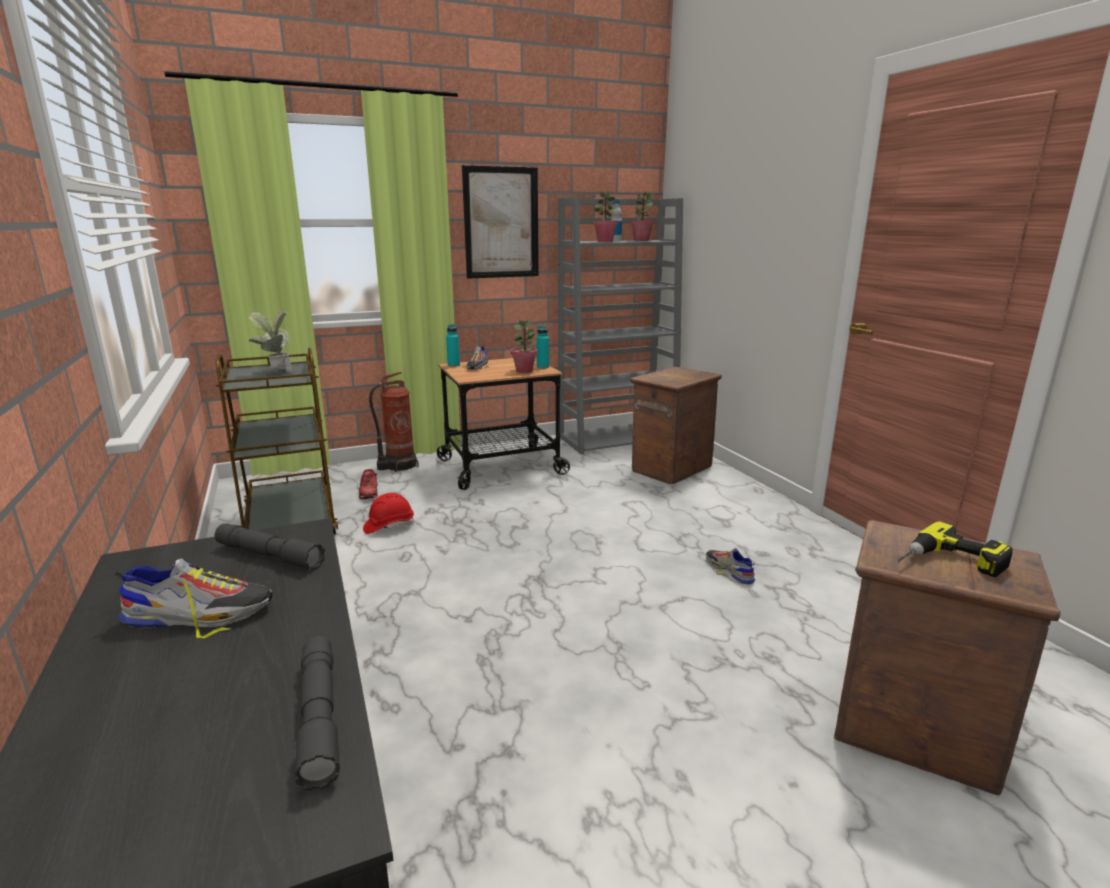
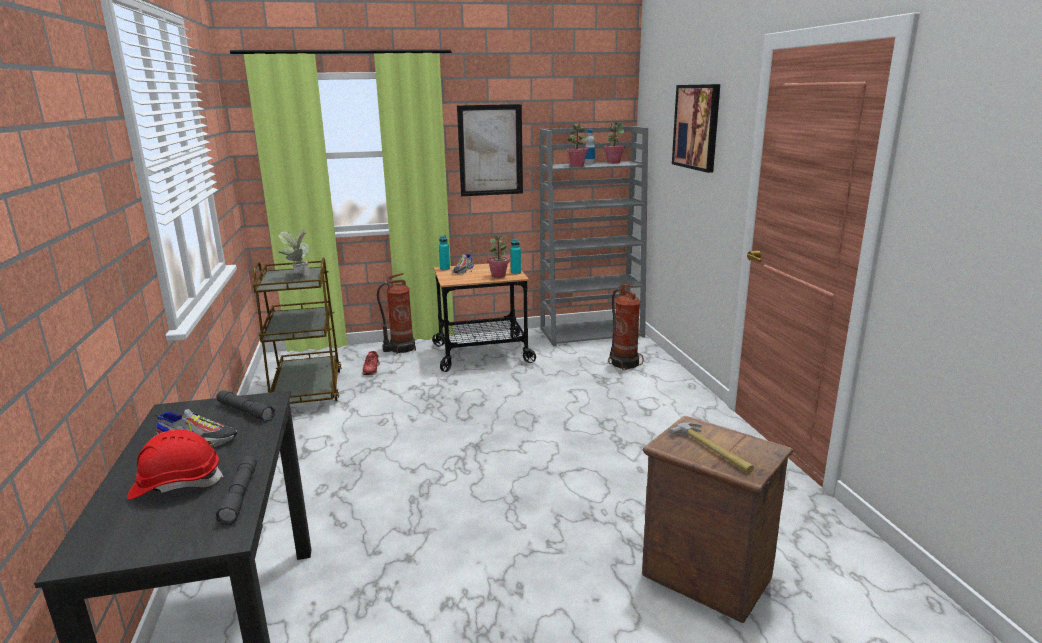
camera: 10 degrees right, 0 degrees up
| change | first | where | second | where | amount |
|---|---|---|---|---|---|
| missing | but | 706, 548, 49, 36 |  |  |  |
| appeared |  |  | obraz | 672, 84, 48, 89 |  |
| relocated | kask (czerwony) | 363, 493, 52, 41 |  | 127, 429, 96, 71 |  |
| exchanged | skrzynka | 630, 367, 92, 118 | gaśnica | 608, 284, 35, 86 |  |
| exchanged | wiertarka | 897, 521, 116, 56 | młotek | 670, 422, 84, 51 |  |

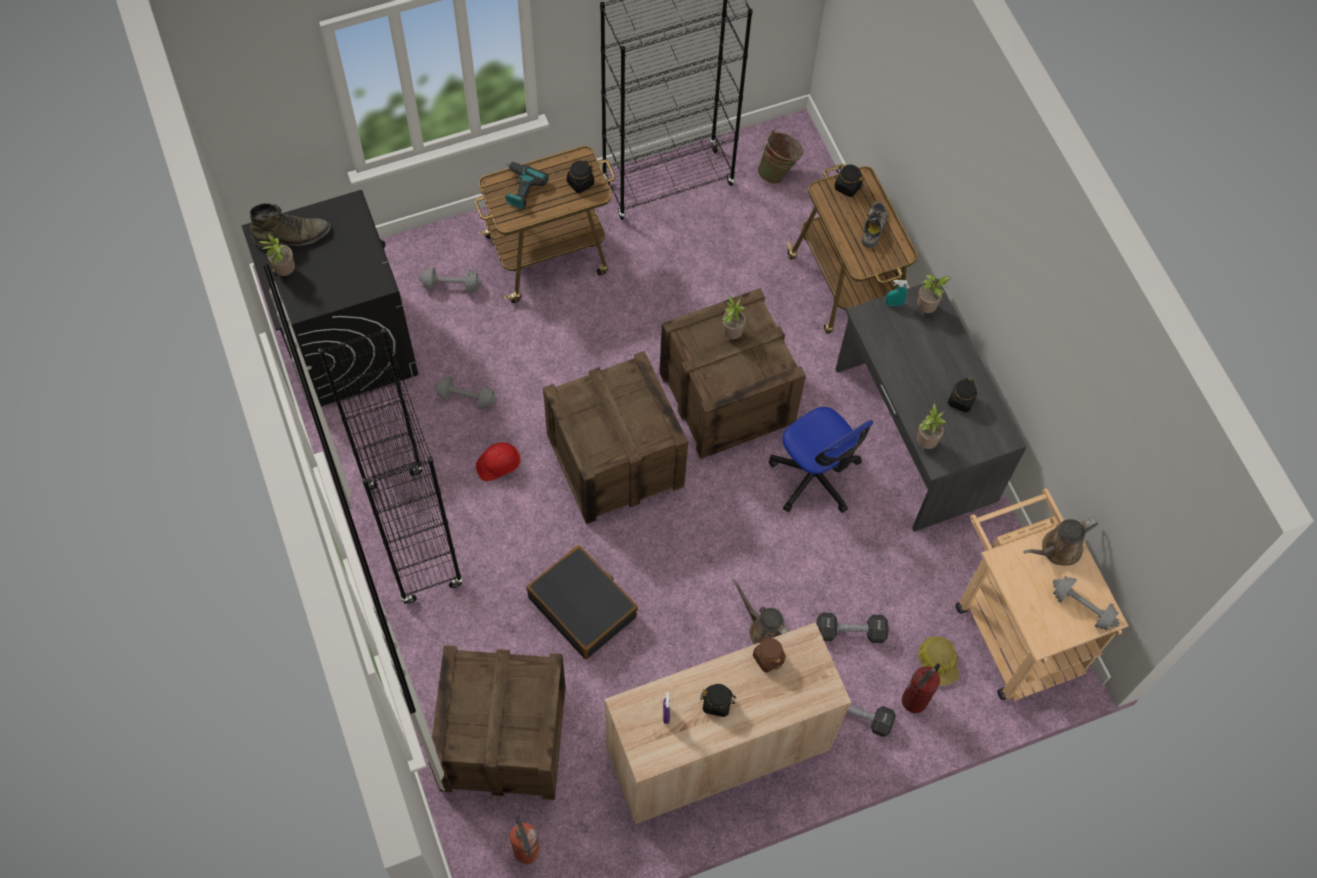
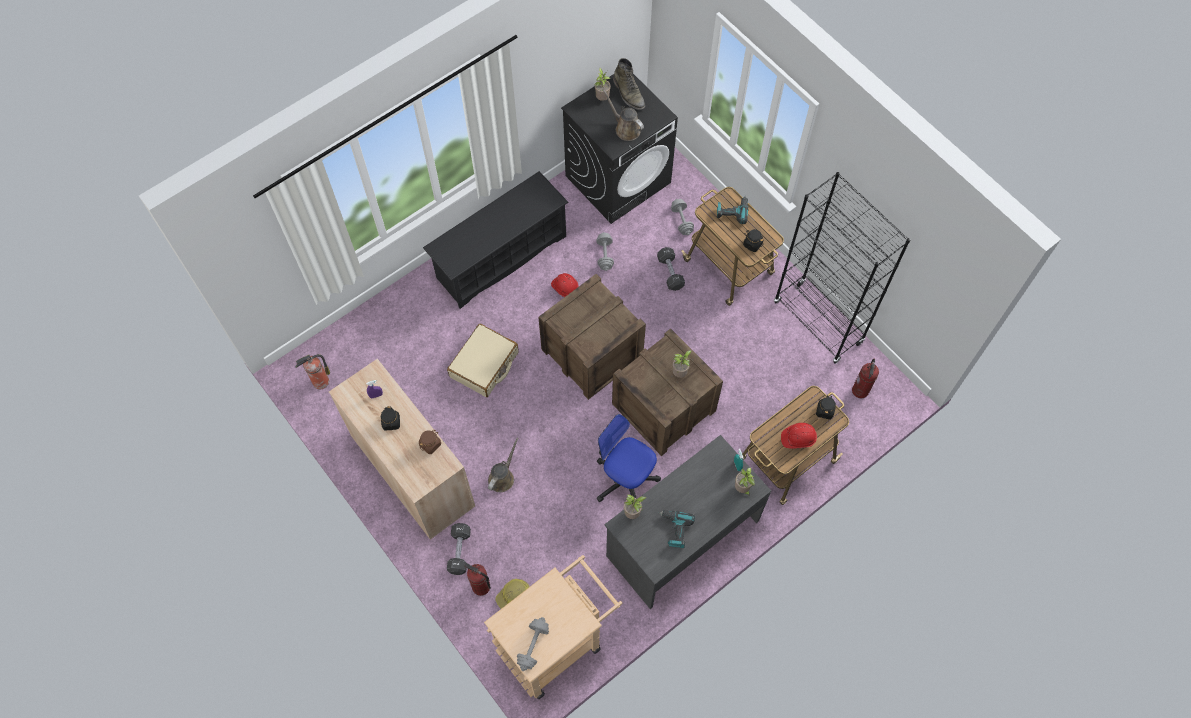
camera: 75 degrees right, 0 degrees up
| change | first | where | second | where | amount |
|---|---|---|---|---|---|
| missing | skrzynka | 429, 645, 137, 155 |  |  |  |
| relocated | hantel (czarny) | 816, 613, 72, 30 |  | 657, 247, 28, 44 |  |
| relocated | konewka (brązowy) | 1024, 517, 74, 49 |  | 603, 89, 41, 52 |  |
| exchanged | regał (czarny) | 318, 328, 145, 277 | regał na buty (czarny) | 423, 171, 146, 138 |  |
| exchanged | wiadro (zielony) | 757, 130, 46, 54 | gaśnica | 852, 359, 27, 39 |  |
| exchanged | but | 861, 201, 26, 47 | kask (czerwony) | 781, 423, 36, 26 |  |
| exchanged | słoik (czarny) | 948, 378, 29, 35 | wiertarka | 659, 510, 36, 38 |  |
| colour | walizka (czarny) | 526, 545, 112, 114 | walizka (beżowy) | 447, 324, 72, 73 |  |
| spun | krzesło biurowe | 769, 407, 104, 106 |  | 597, 414, 64, 88 | 90 degrees clockwise |

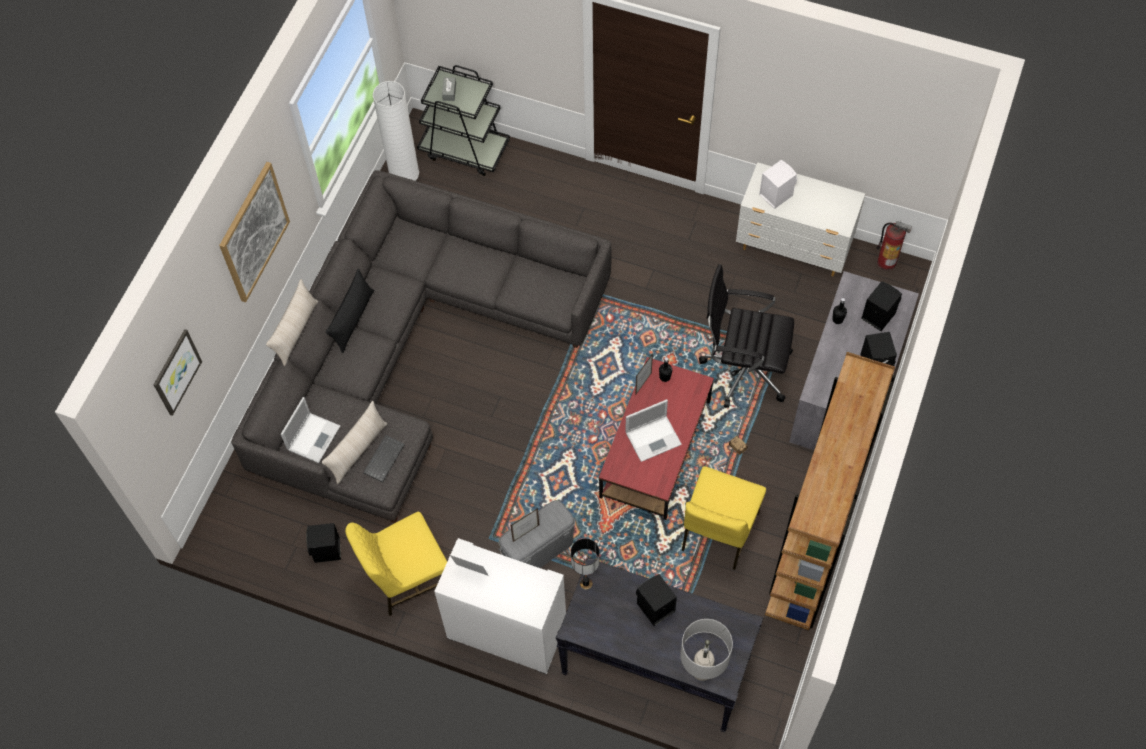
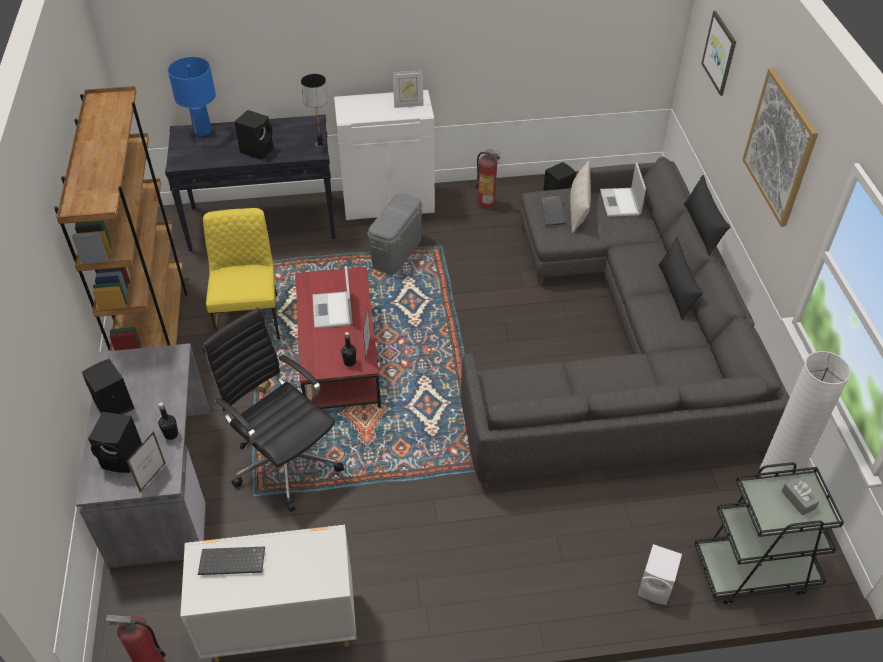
camera: 150 degrees right, 15 degrees down
| change | first | where | second | where | amount |
|---|---|---|---|---|---|
| appeared |  |  | klawiatura | 198, 547, 67, 28 |  |
| relocated | ramka na zdjęcie | 510, 508, 29, 34 |  | 127, 431, 38, 61 |  |
| relocated | głośnik (biały) | 759, 160, 38, 49 |  | 638, 544, 44, 61 |  |
| exchanged | krzesło (żółty) | 345, 511, 102, 105 | gaśnica | 475, 150, 25, 60 |  |
| colour | poduszka (beżowy) | 266, 279, 52, 87 | poduszka (czarny) | 684, 175, 46, 81 |  |
| colour | lampa stołowa (szary) | 680, 619, 53, 62 | lampa stołowa (niebieski) | 168, 57, 48, 80 |  |
| spun | laptop | 625, 399, 57, 63 |  | 313, 266, 39, 63 | 45 degrees counterclockwise |
| spun | krzesło biurowe (czarny) | 699, 264, 95, 144 |  | 202, 308, 142, 204 | 120 degrees counterclockwise |

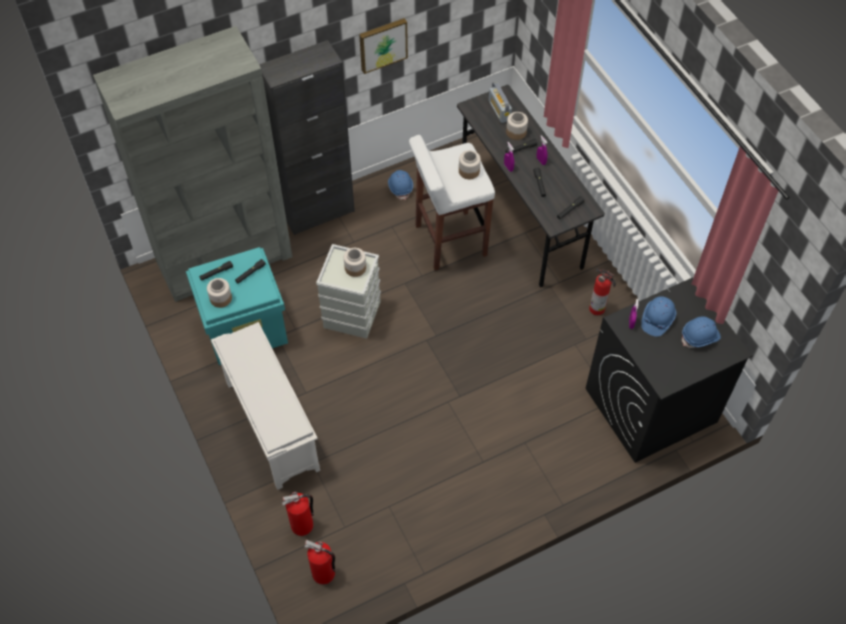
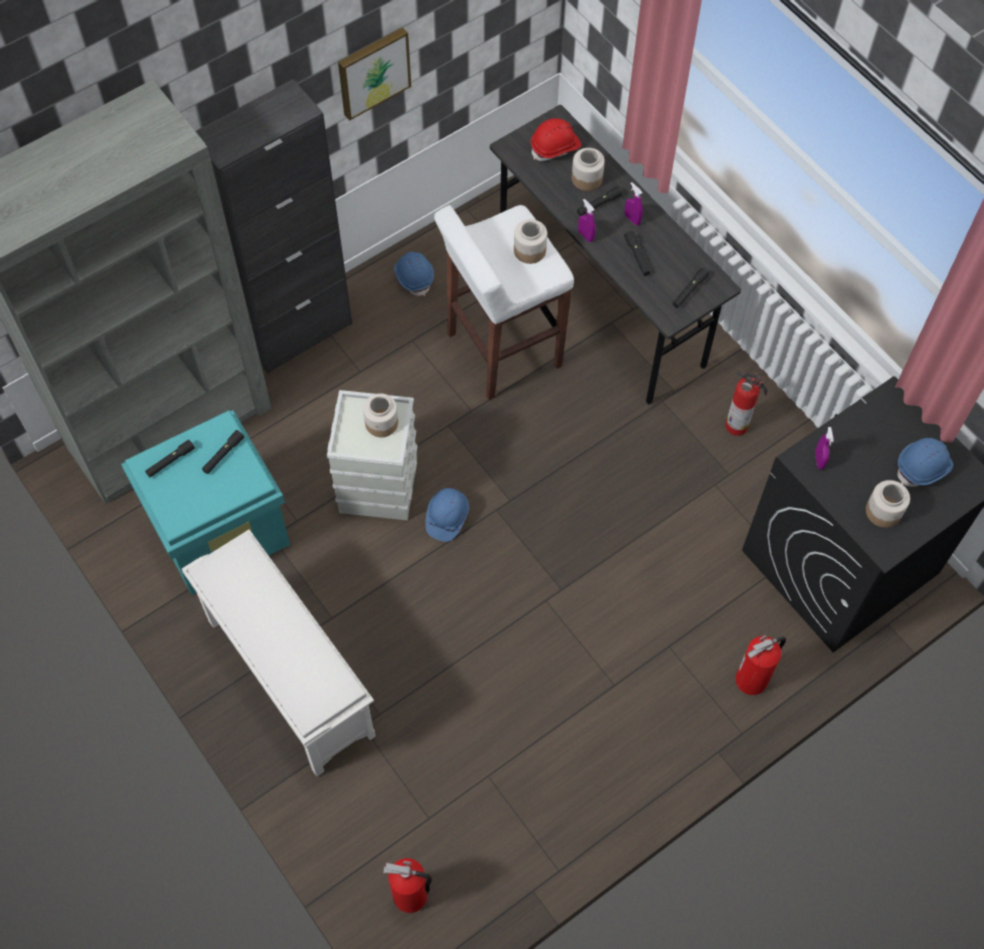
camera: 10 degrees left, 5 degrees up
| change | first | where | second | where | amount |
|---|---|---|---|---|---|
| relocated | słoik | 207, 278, 25, 30 |  | 866, 480, 44, 48 |  |
| relocated | gaśnica | 282, 492, 31, 44 |  | 735, 636, 51, 59 |  |
| relocated | kask (niebieski) | 641, 296, 35, 40 |  | 426, 488, 43, 54 |  |
| exchanged | radio | 489, 82, 23, 41 | kask (czerwony) | 531, 118, 50, 43 |  |

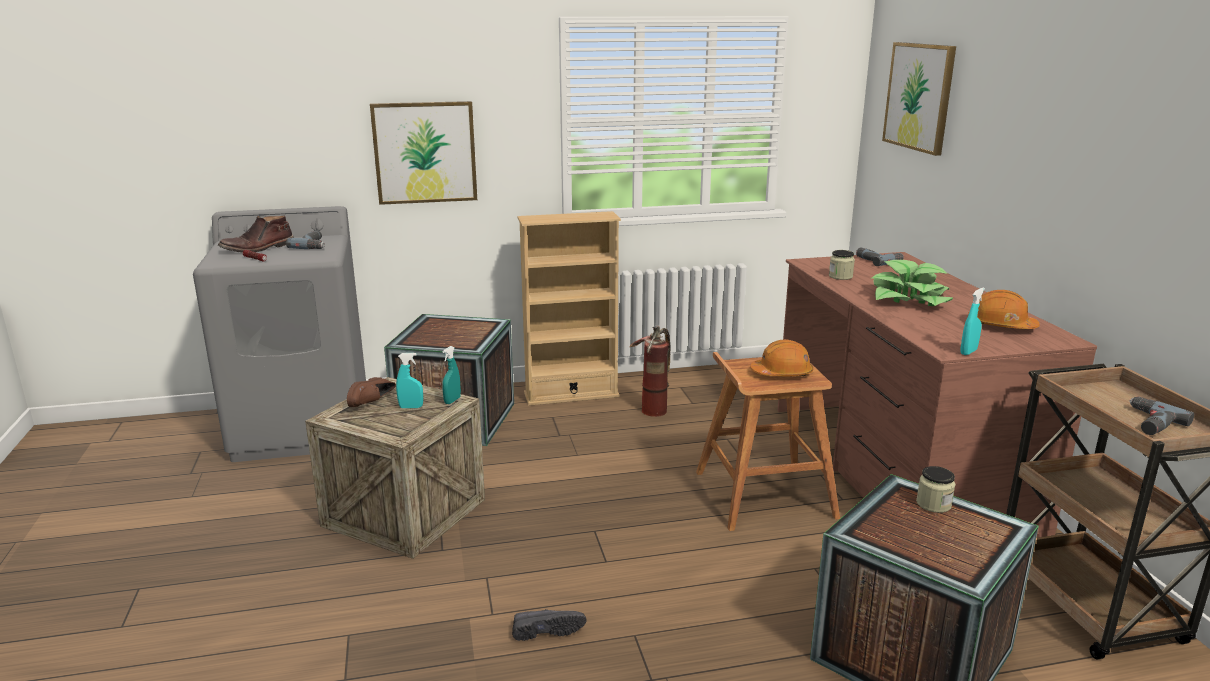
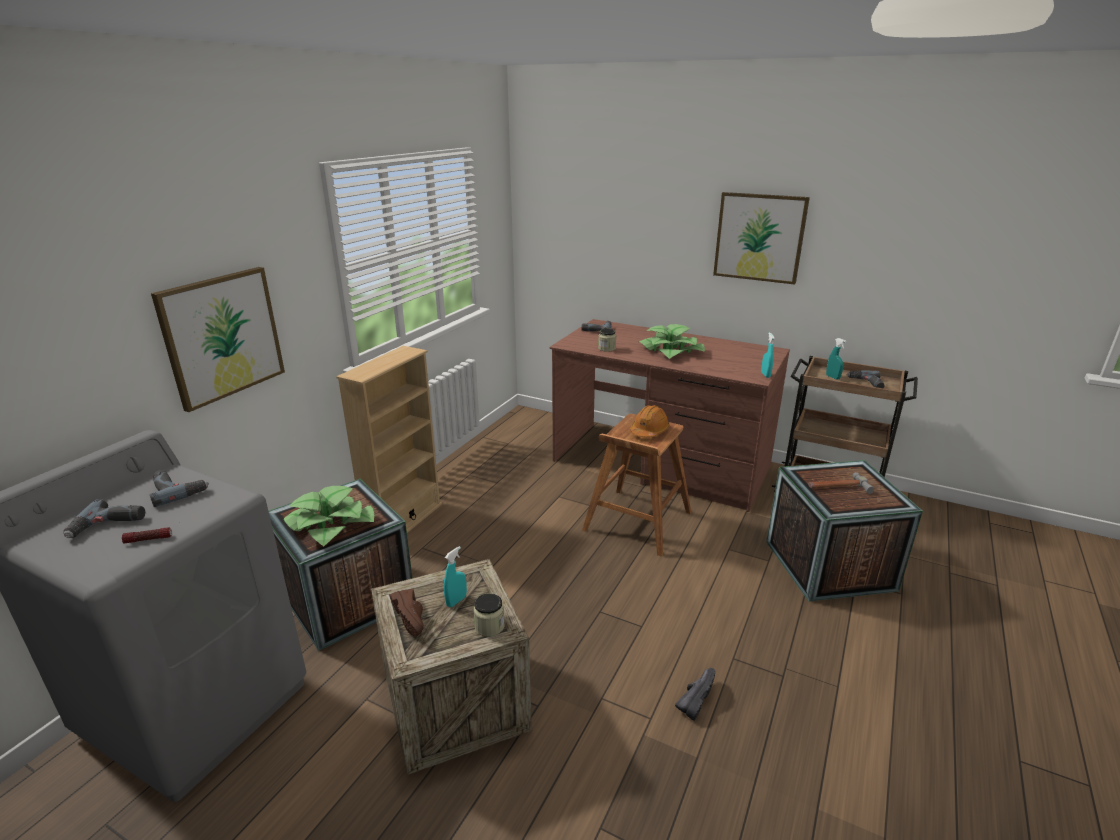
camera: 50 degrees left, 5 degrees up
| change | first | where | second | where | amount |
|---|---|---|---|---|---|
| missing | gaśnica | 629, 325, 41, 92 |  |  |  |
| missing | kask (pomarańczowy) | 968, 290, 72, 39 |  |  |  |
| appeared |  |  | roślina doniczkowa | 284, 486, 90, 60 |  |
| appeared |  |  | młotek | 808, 472, 66, 22 |  |
| relocated | spryskiwacz (turkusowy) | 442, 346, 19, 58 |  | 826, 338, 21, 42 |  |
| relocated | obraz | 882, 42, 74, 114 |  | 713, 192, 97, 92 |  |
| relocated | słoik | 916, 466, 39, 47 |  | 473, 593, 31, 44 |  |
| exchanged | but z cholewką (brązowy) | 218, 215, 76, 38 | wiertarka | 63, 499, 82, 39 |  |

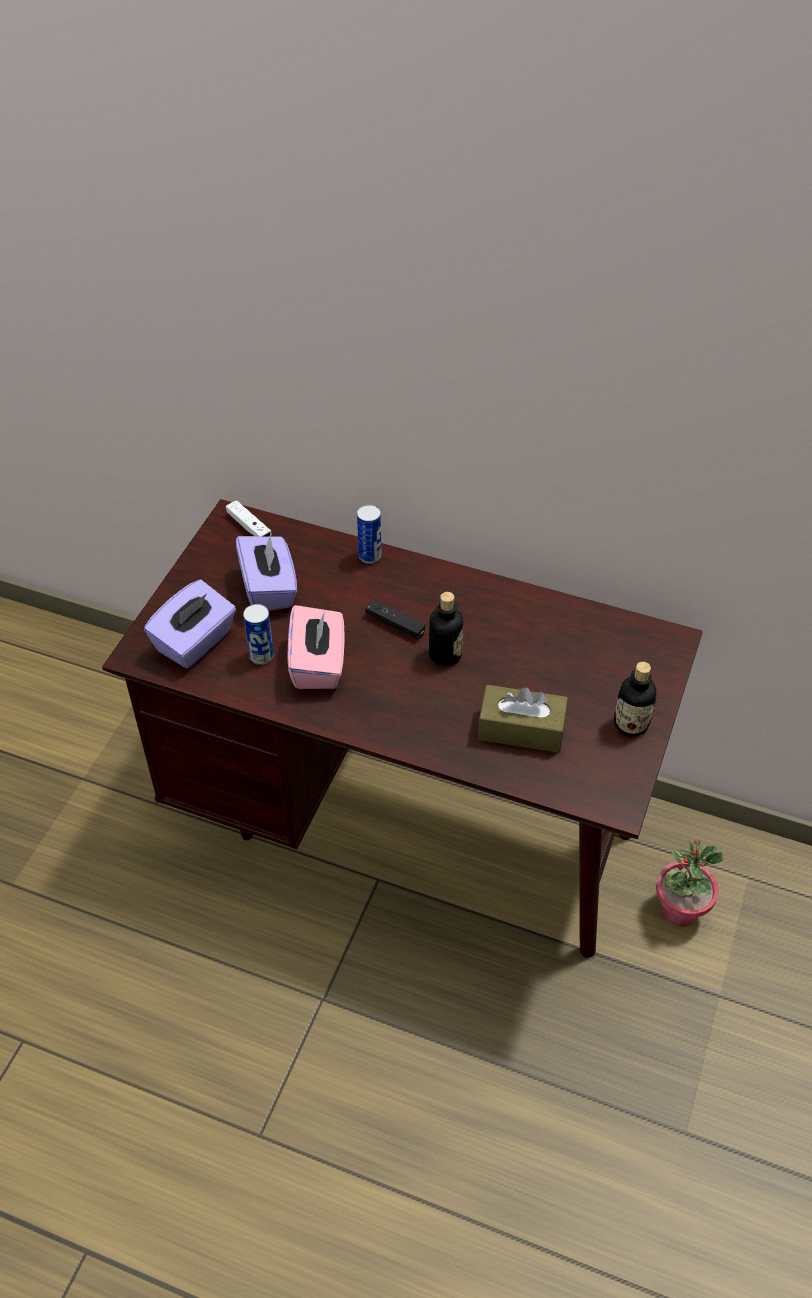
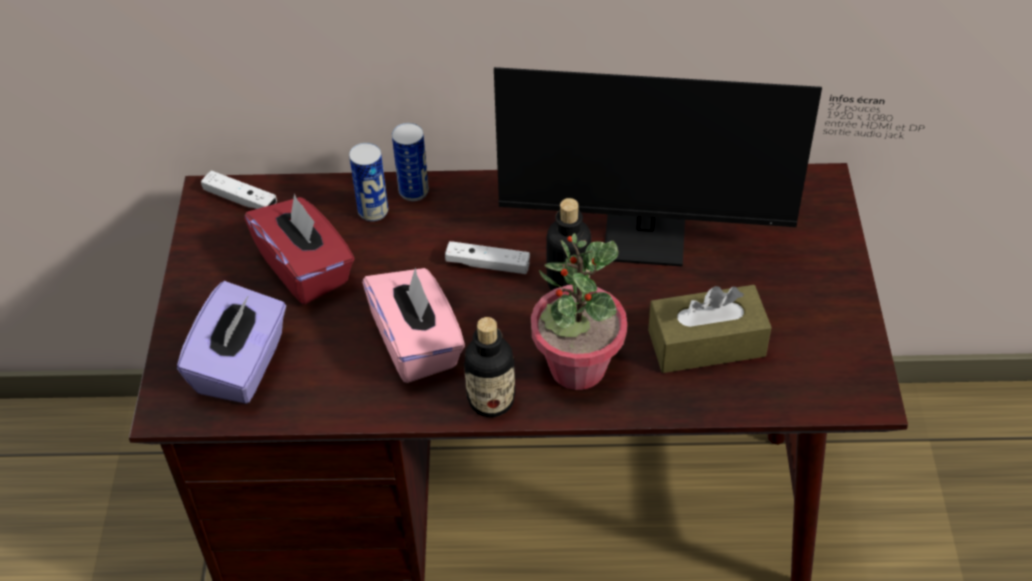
camera: 20 degrees left, 0 degrees up
| change | first | where | second | where | amount |
|---|---|---|---|---|---|
| appeared |  |  | monitor | 494, 67, 430, 200 |  |
| relocated | puszka | 243, 604, 31, 61 |  | 349, 143, 39, 78 |  |
| relocated | butelka | 614, 662, 42, 75 |  | 464, 317, 51, 100 |  |
| relocated | roślina doniczkowa | 656, 839, 67, 88 |  | 531, 233, 96, 157 |  |
| colour | pudełko chusteczek (fioletowy) | 236, 534, 61, 77 | pudełko chusteczek (czerwony) | 244, 193, 110, 111 |  |
| colour | pad do gier (czarny) | 365, 599, 60, 40 | pad do gier (biały) | 445, 241, 85, 33 |  |

